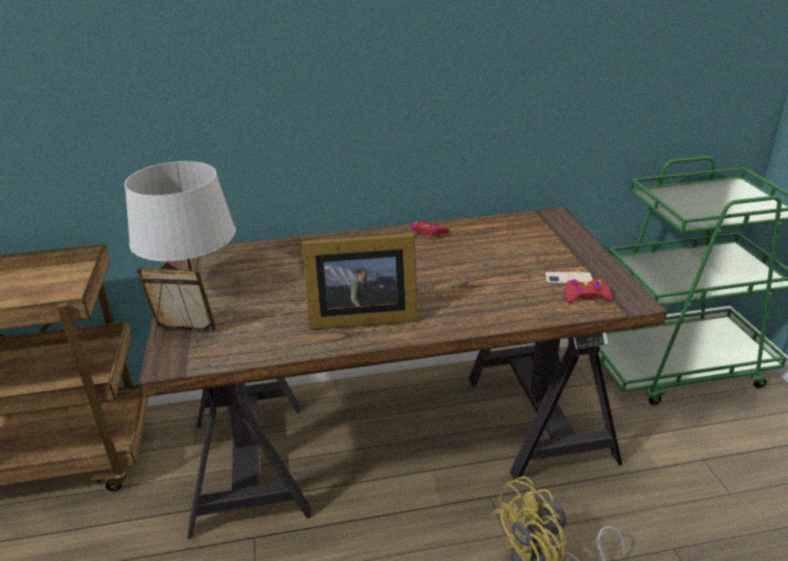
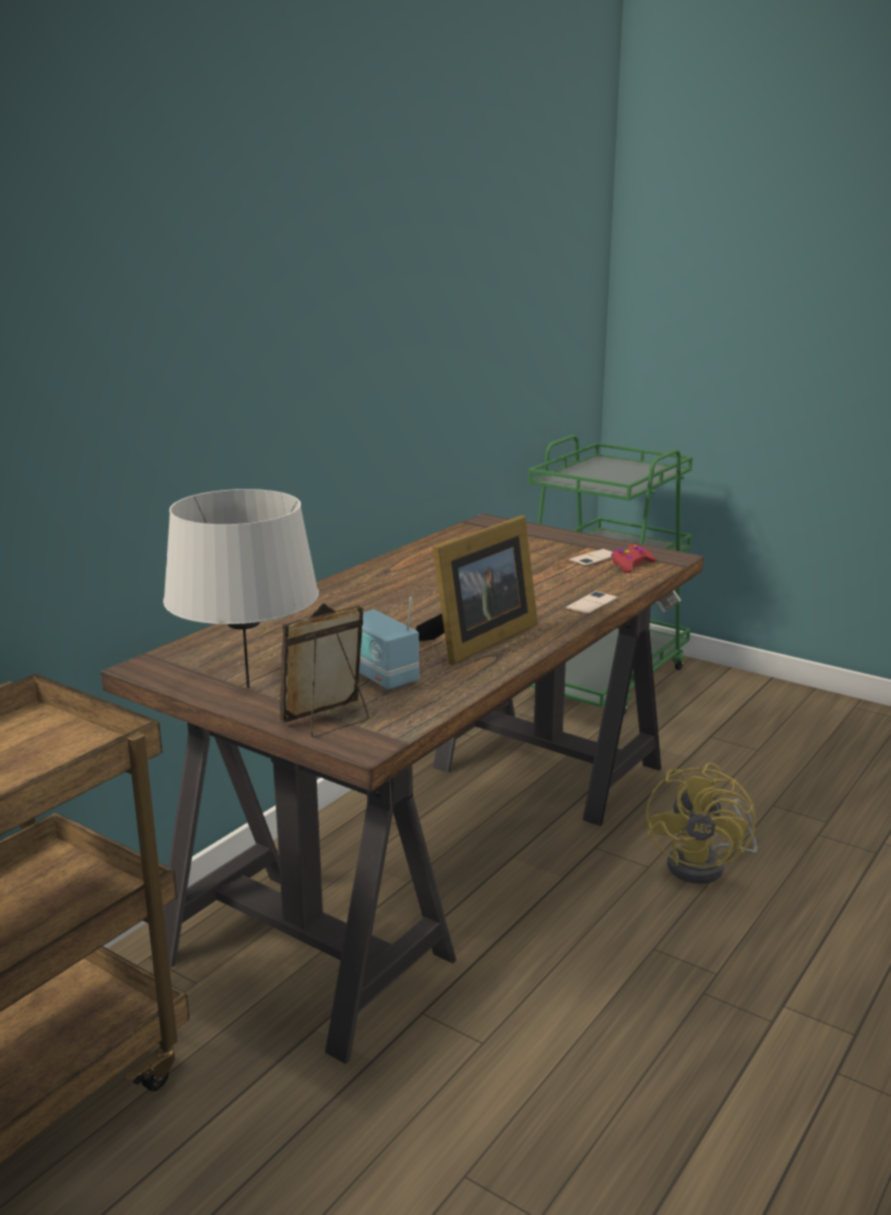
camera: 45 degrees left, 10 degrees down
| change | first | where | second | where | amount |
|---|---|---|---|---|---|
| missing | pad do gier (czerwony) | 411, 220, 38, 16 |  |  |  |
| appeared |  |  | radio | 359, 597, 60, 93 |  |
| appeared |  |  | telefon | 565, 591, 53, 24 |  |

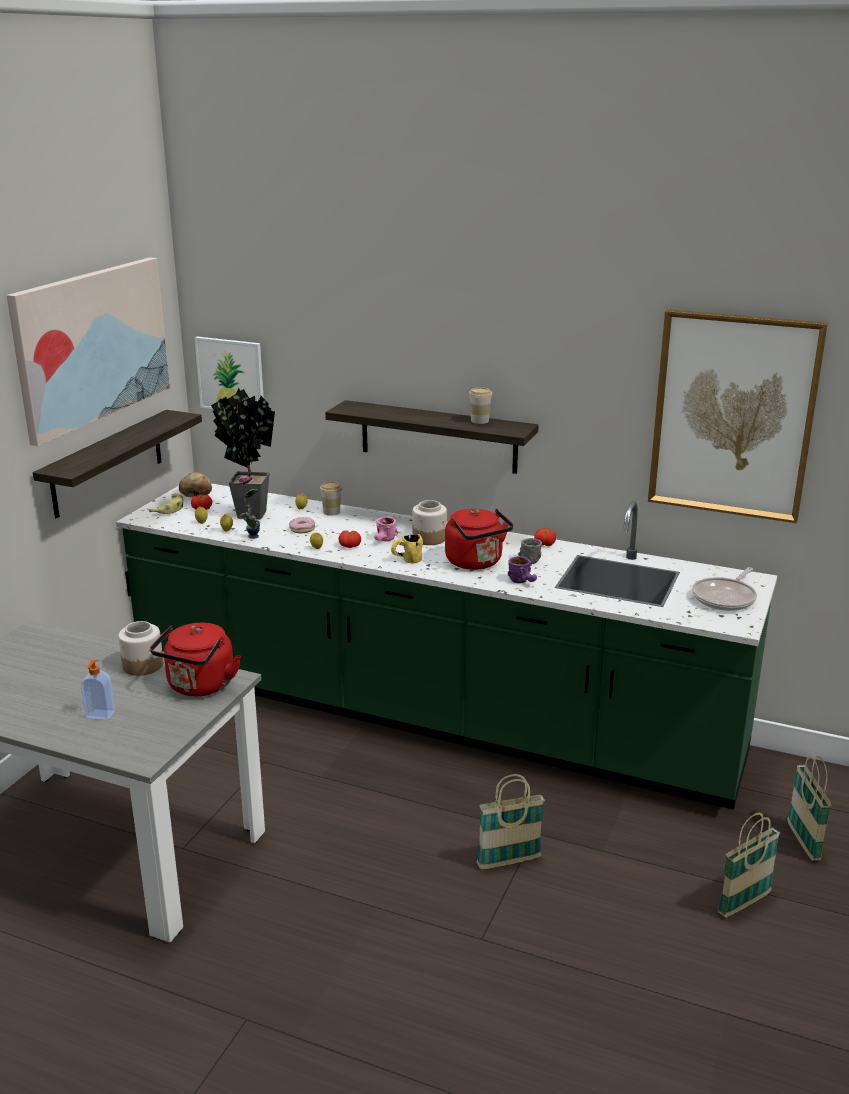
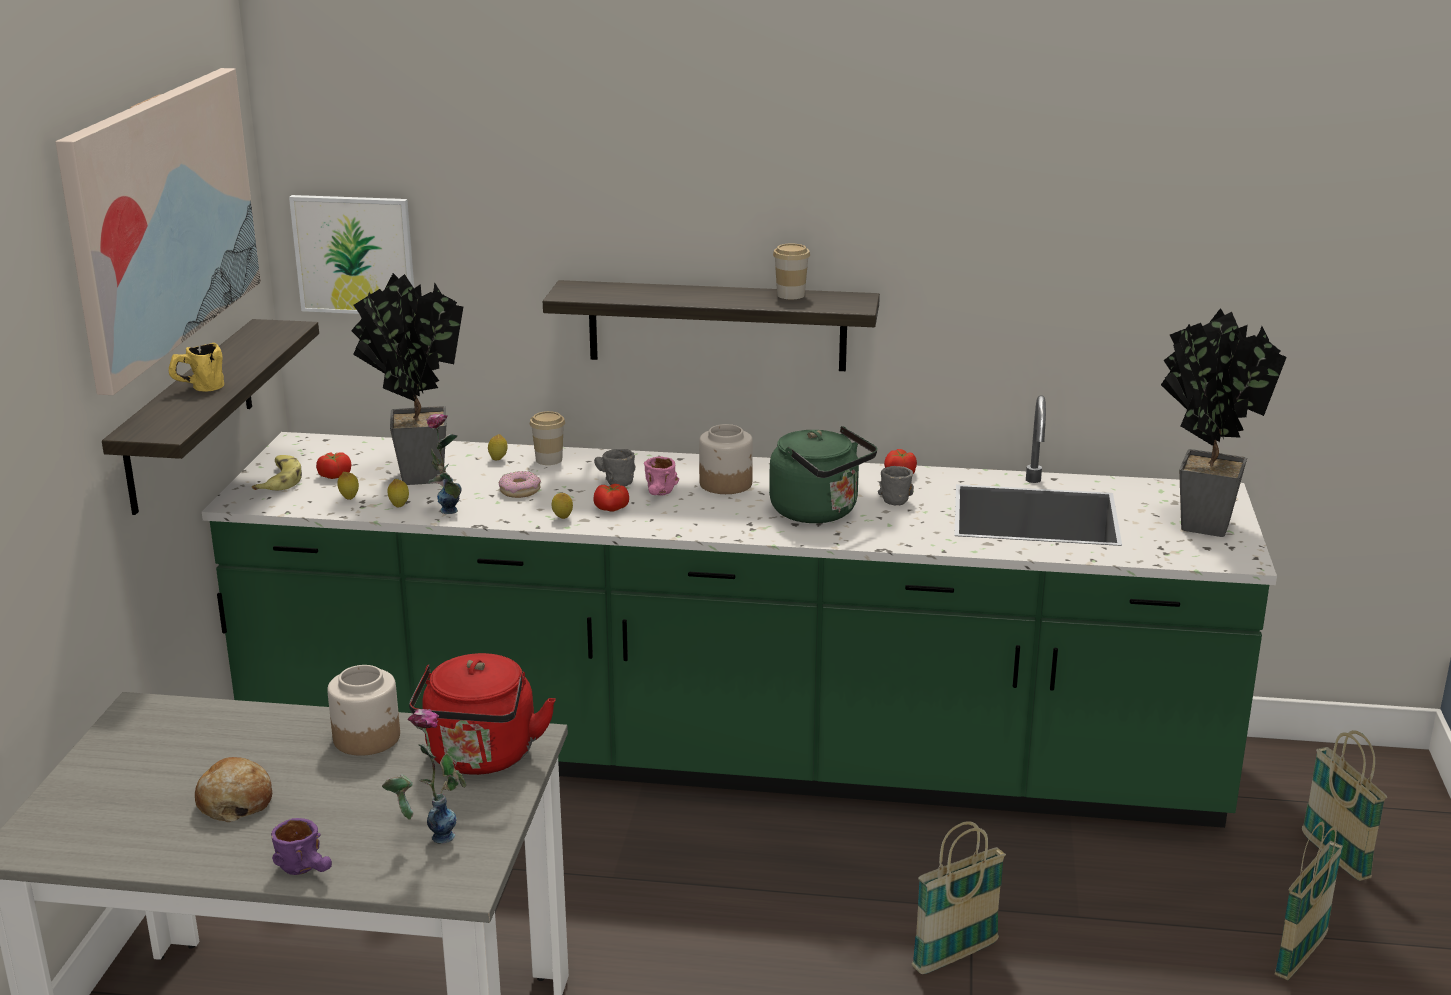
camera: 15 degrees left, 0 degrees up
| change | first | where | second | where | amount |
|---|---|---|---|---|---|
| missing | dozownik mydła | 81, 660, 34, 60 |  |  |  |
| missing | obraz | 648, 309, 180, 214 |  |  |  |
| appeared |  |  | wazon | 382, 709, 84, 135 |  |
| appeared |  |  | kubek (szary) | 594, 449, 41, 37 |  |
| relocated | chleb | 179, 472, 33, 25 |  | 195, 757, 77, 65 |  |
| relocated | kubek (żółty) | 391, 534, 32, 29 |  | 169, 343, 55, 49 |  |
| relocated | kubek (fioletowy) | 508, 556, 29, 27 |  | 271, 818, 61, 57 |  |
| exchanged | patelnia | 692, 567, 65, 44 | roślina doniczkowa | 1161, 308, 126, 229 |  |
| colour | czajnik (czerwony) | 445, 509, 68, 61 | czajnik (zielony) | 769, 426, 108, 97 |  |

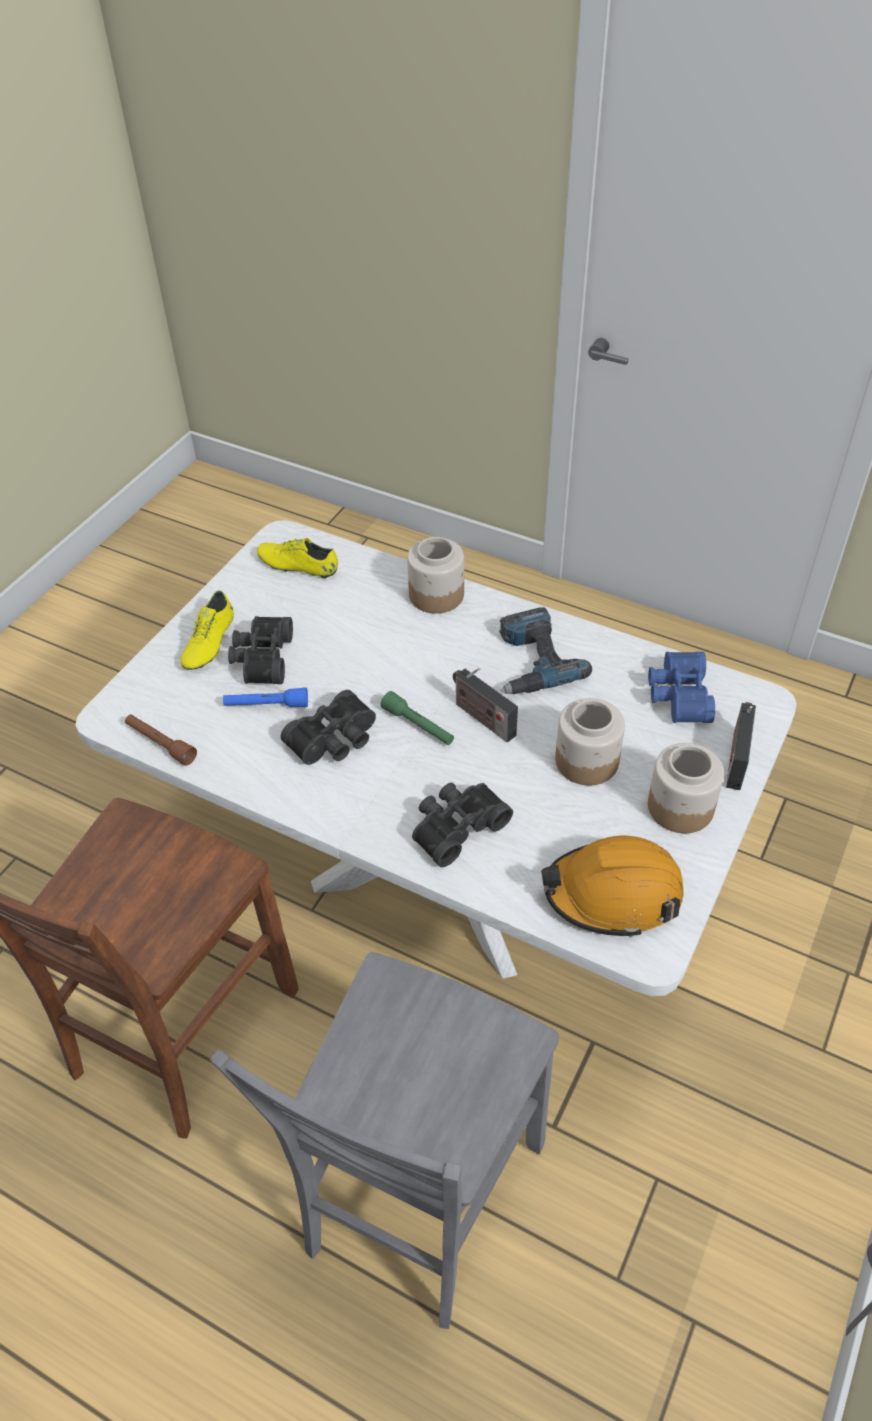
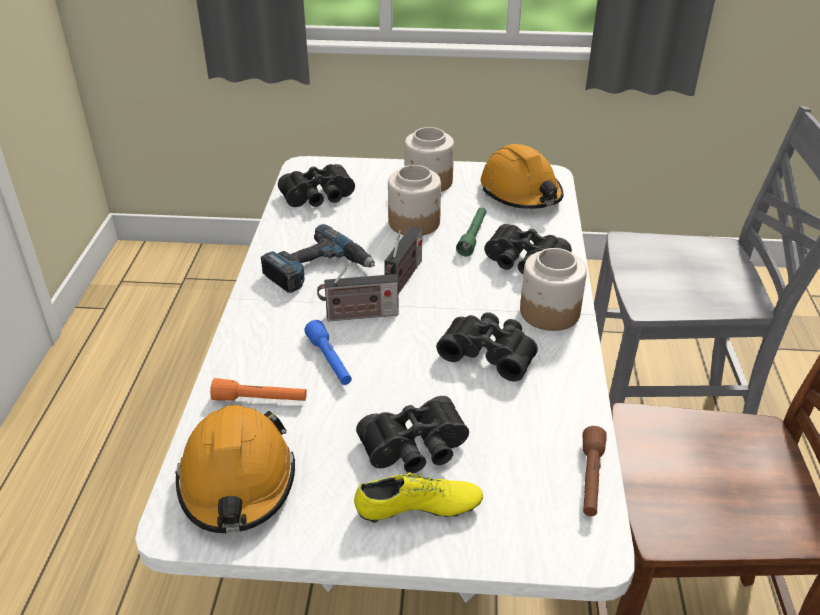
camera: 115 degrees left, 10 degrees down
| change | first | where | second | where | amount |
|---|---|---|---|---|---|
| appeared |  |  | latarka (pomarańczowy) | 210, 378, 97, 23 |  |
| relocated | latarka (niebieski) | 223, 688, 85, 19 |  | 304, 320, 48, 65 |  |
| relocated | latarka (zielony) | 381, 691, 73, 54 |  | 456, 208, 30, 48 |  |
| relocated | słoik | 407, 537, 57, 76 |  | 520, 248, 67, 83 |  |
| relocated | radio | 726, 702, 30, 88 |  | 317, 261, 82, 60 |  |
| exchanged | but (żółty) | 257, 538, 81, 41 | kask (pomarańczowy) | 175, 405, 120, 128 |  |
| colour | lornetka (niebieski) | 648, 652, 67, 71 | lornetka (czarny) | 278, 164, 77, 43 |  |

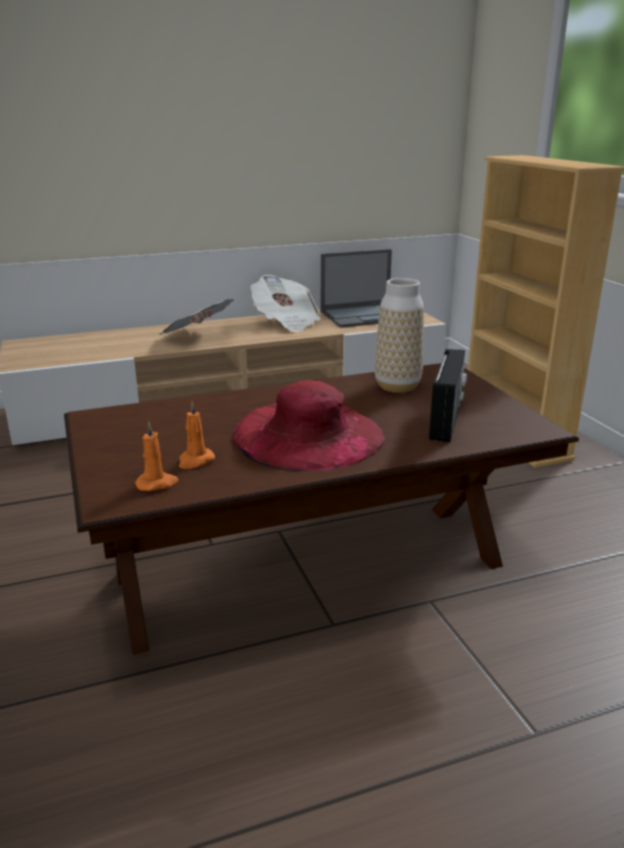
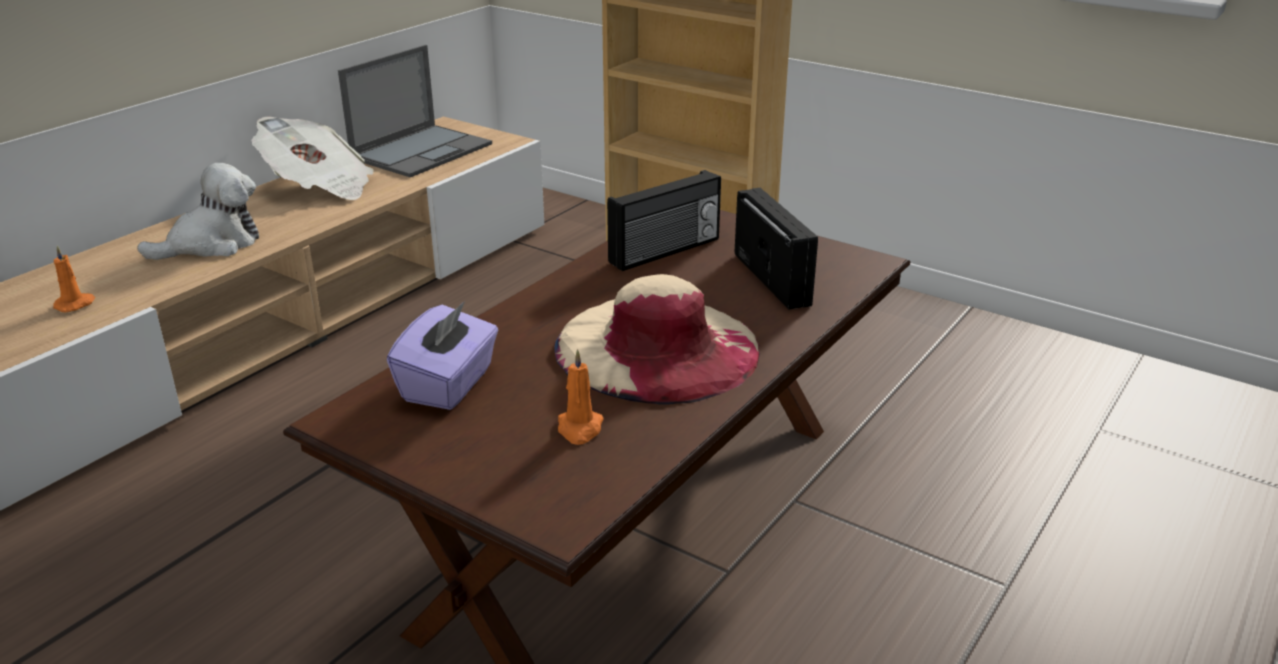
camera: 35 degrees left, 5 degrees up
| change | first | where | second | where | amount |
|---|---|---|---|---|---|
| appeared |  |  | pudełko chusteczek (fioletowy) | 387, 301, 111, 109 |  |
| relocated | świeca (pomarańczowy) | 135, 421, 43, 70 |  | 53, 246, 42, 66 |  |
| exchanged | gazeta | 160, 299, 74, 36 | pluszak | 137, 163, 122, 97 |  |
| exchanged | wazon | 375, 278, 49, 115 | radio | 607, 170, 114, 101 |  |
| colour | kapelusz (czerwony) | 232, 380, 153, 91 | kapelusz (beżowy) | 555, 274, 205, 131 |  |

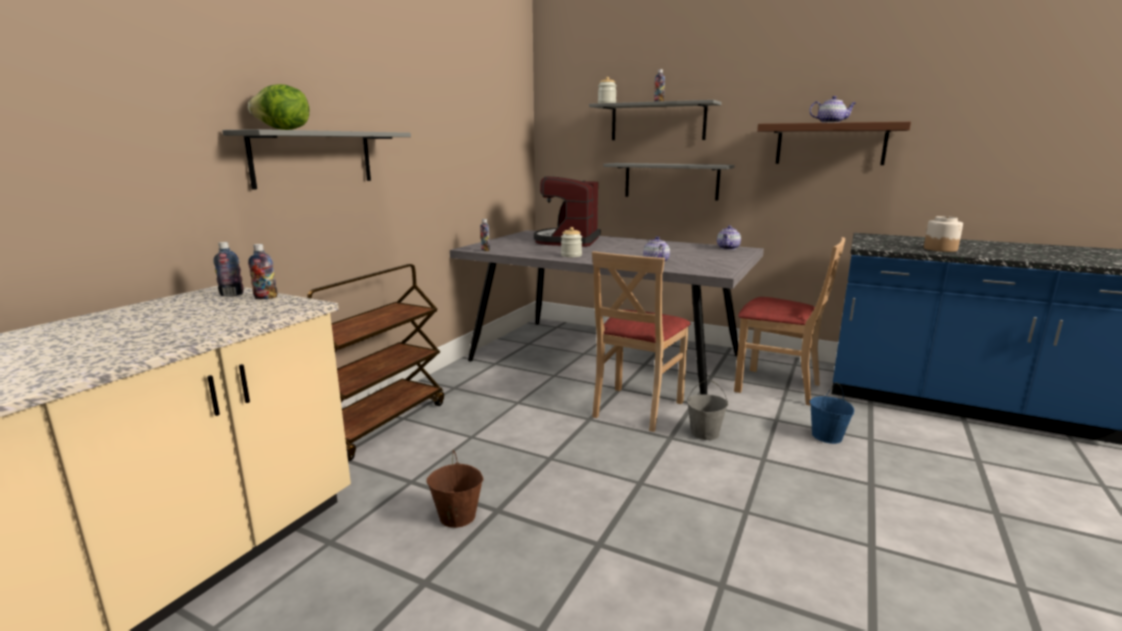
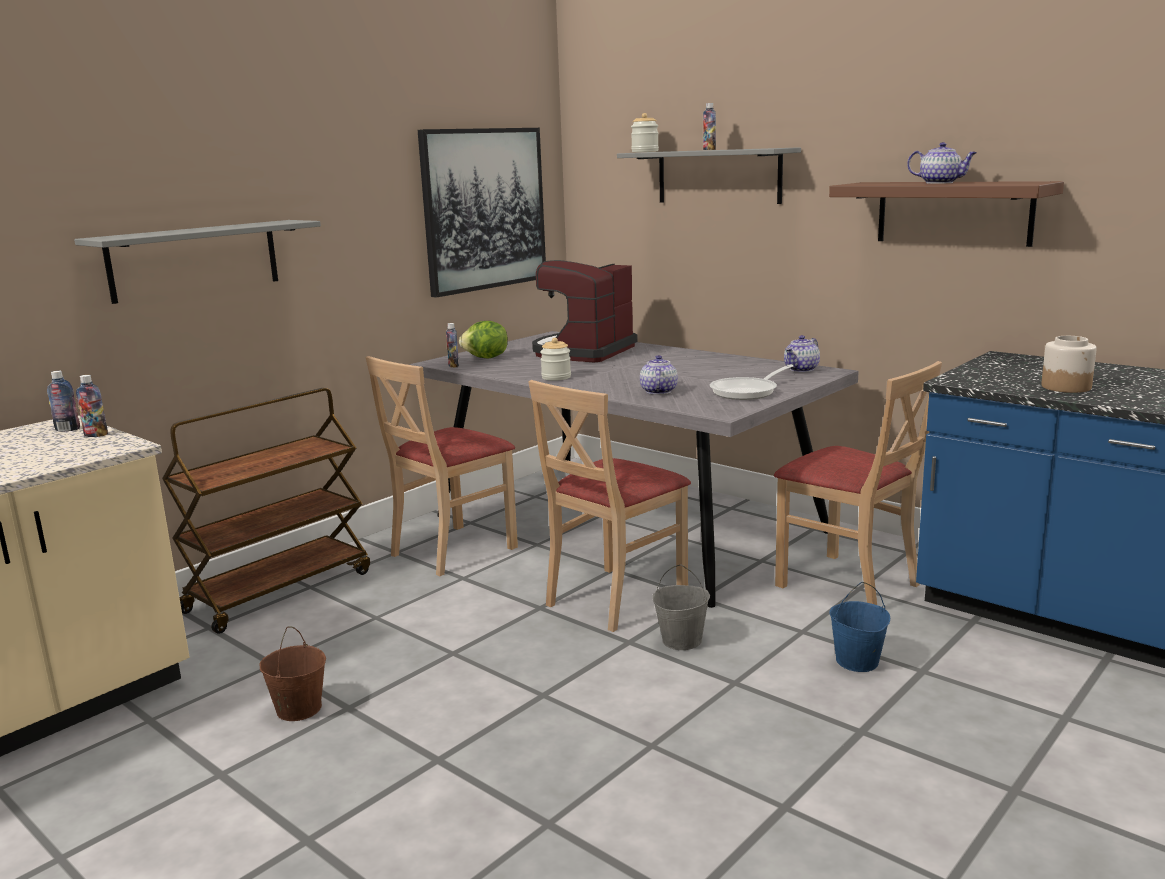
camera: 15 degrees right, 0 degrees up
| change | first | where | second | where | amount |
|---|---|---|---|---|---|
| missing | półka (szary) | 603, 163, 132, 38 |  |  |  |
| appeared |  |  | krzesło (beżowy) | 365, 356, 153, 220 |  |
| appeared |  |  | obraz | 418, 128, 128, 170 |  |
| appeared |  |  | patelnia | 710, 364, 83, 36 |  |
| relocated | sałata | 248, 84, 61, 46 |  | 459, 321, 49, 38 |  |

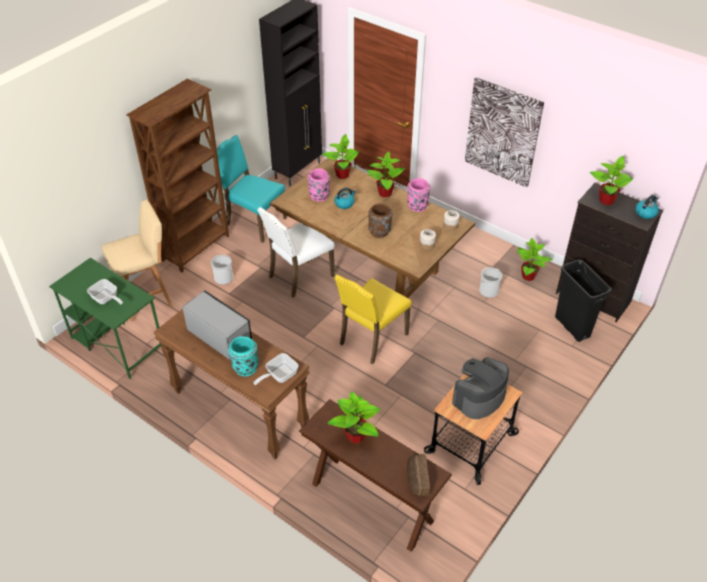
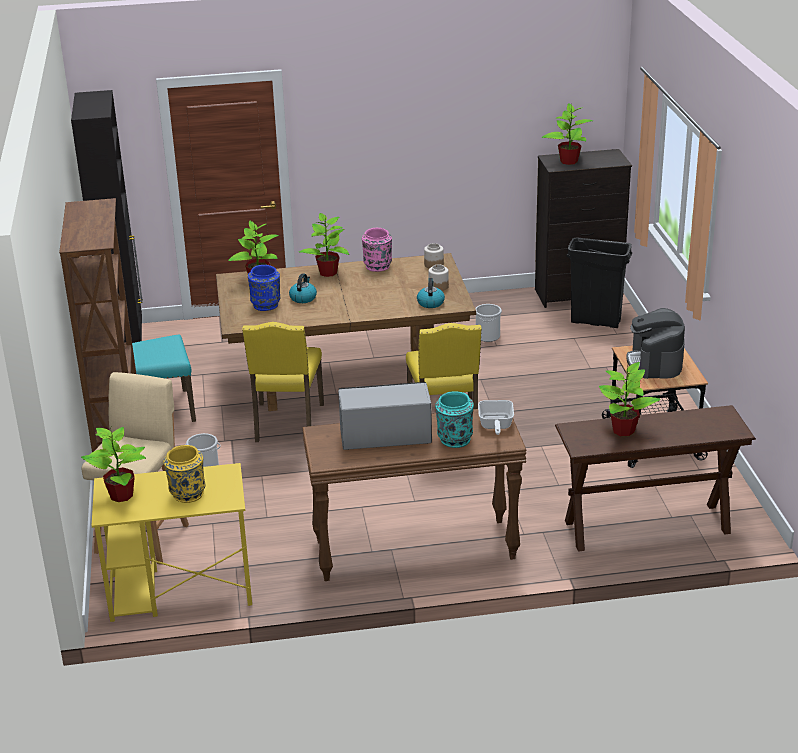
camera: 45 degrees left, 15 degrees down
| change | first | where | second | where | amount |
|---|---|---|---|---|---|
| missing | wazon (brązowy) | 368, 204, 25, 34 |  |  |  |
| missing | chleb | 407, 454, 23, 43 |  |  |  |
| missing | obraz | 465, 77, 79, 111 |  |  |  |
| relocated | roślina doniczkowa | 516, 238, 37, 43 |  | 81, 427, 65, 75 |  |
| relocated | czajnik | 635, 195, 24, 24 |  | 417, 278, 28, 30 |  |
| exchanged | patelnia | 87, 279, 36, 25 | wazon (żółty) | 164, 445, 42, 58 |  |
| colour | biurko (zielony) | 49, 258, 113, 121 | biurko (żółty) | 92, 463, 160, 159 |  |
| colour | krzesło (biały) | 257, 207, 78, 91 | krzesło (żółty) | 242, 322, 82, 120 |  |
| colour | wazon (różowy) | 307, 168, 23, 34 | wazon (niebieski) | 248, 265, 32, 46 |  |

